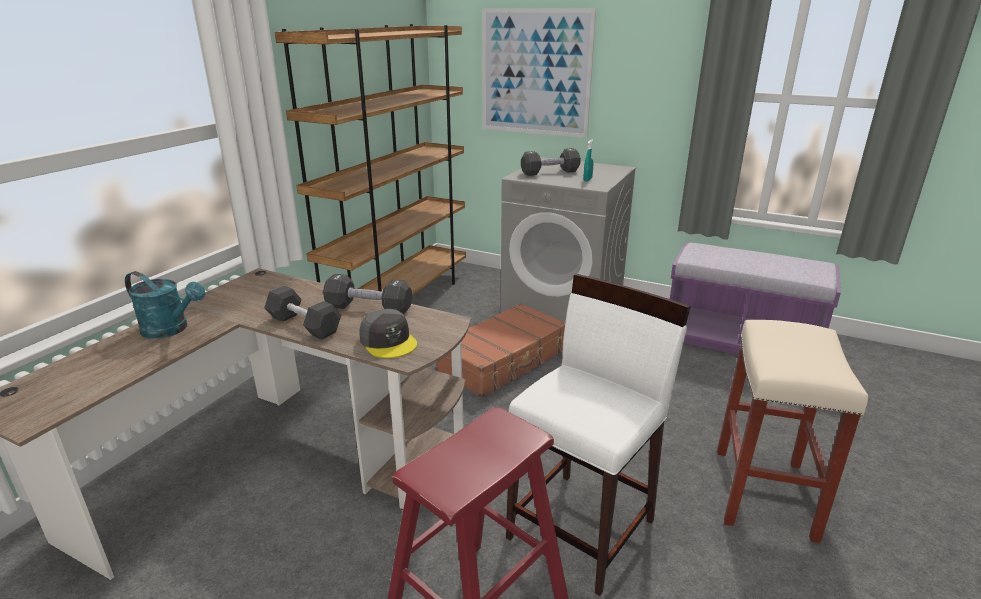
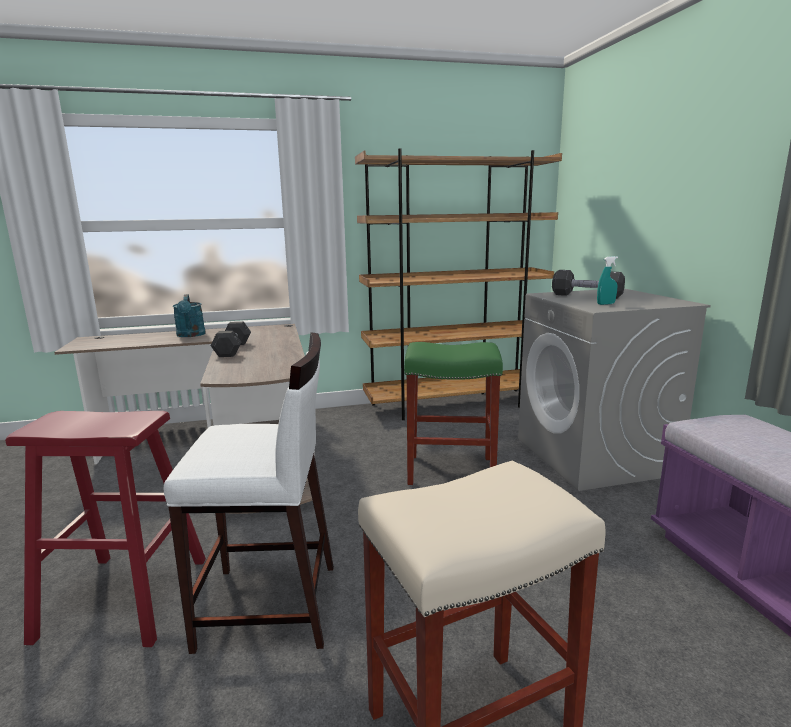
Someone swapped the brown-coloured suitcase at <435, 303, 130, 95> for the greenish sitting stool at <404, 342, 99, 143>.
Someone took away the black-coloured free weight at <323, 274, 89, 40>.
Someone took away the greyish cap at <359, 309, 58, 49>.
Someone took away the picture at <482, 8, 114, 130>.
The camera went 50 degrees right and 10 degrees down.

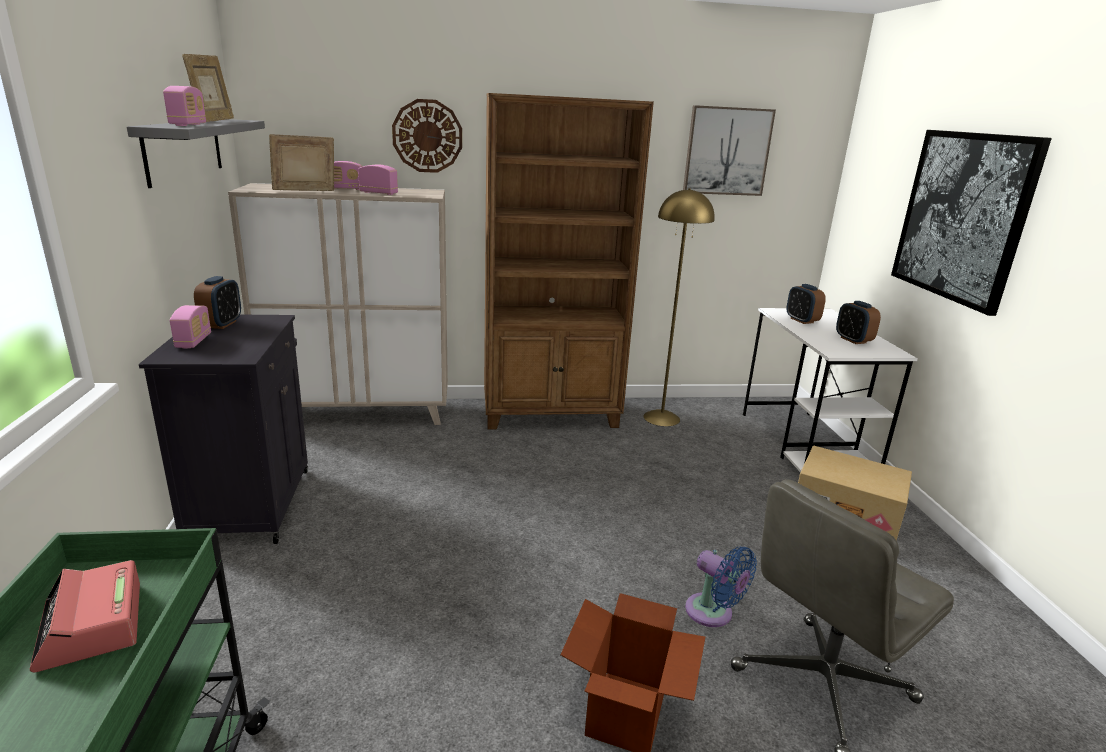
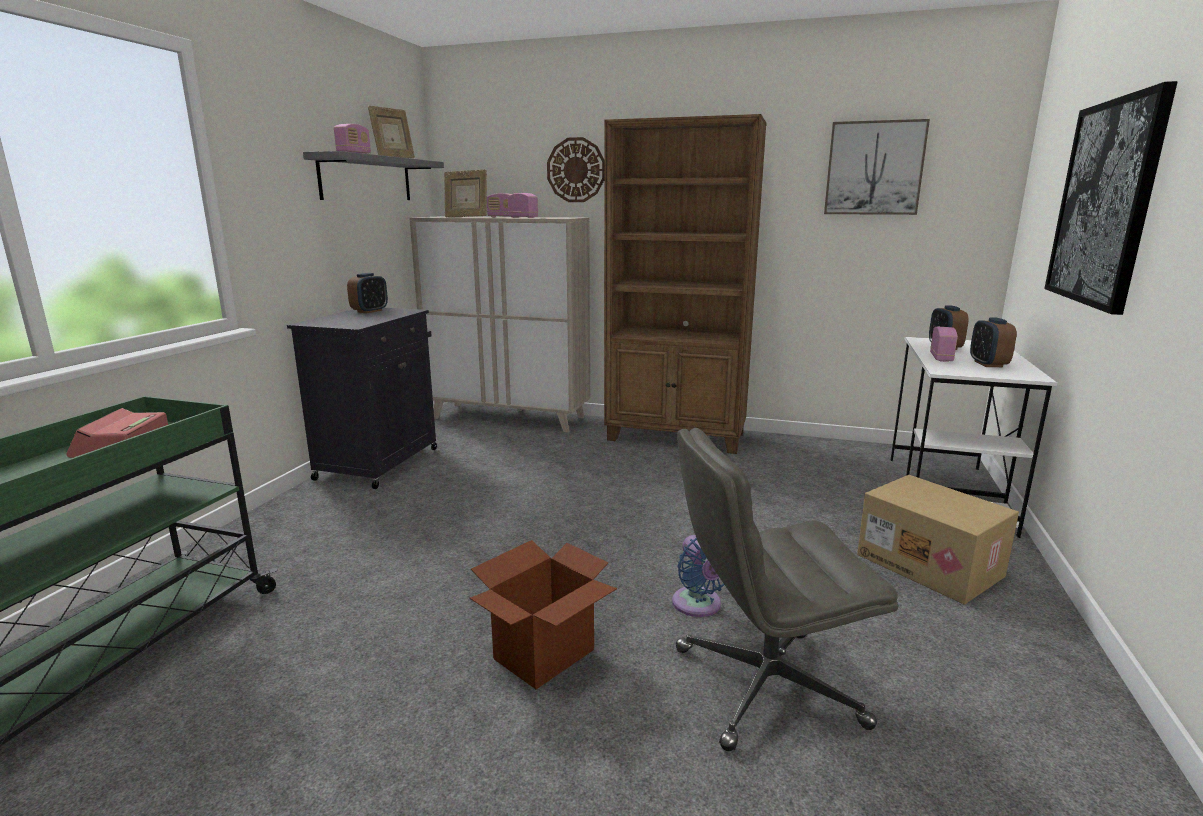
Someone rotated the standing frame at <269, 134, 65, 57> by 150 degrees counterclockwise.
Someone carried the radio receiver from <170, 305, 41, 43> to <930, 327, 28, 35>.
Someone took away the yellow-coloured standard lamp at <643, 188, 72, 238>.
The camera went 25 degrees right and 5 degrees down.

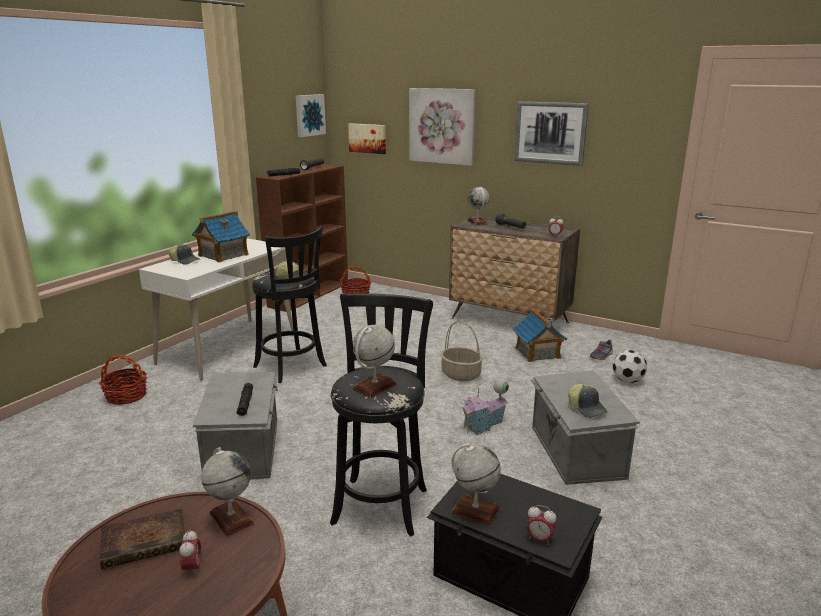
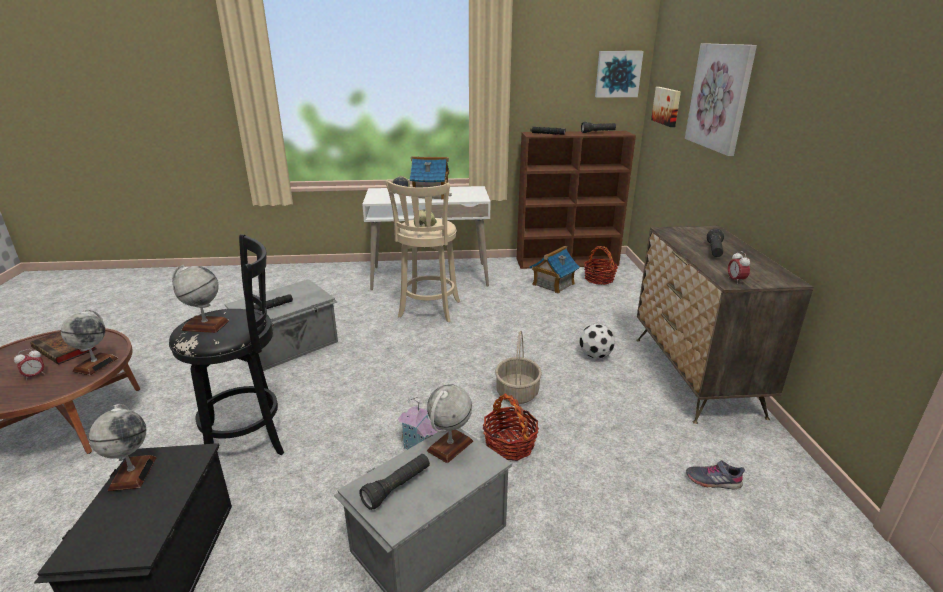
Someone swapped the cap at <568, 384, 40, 34> for the black-coloured torch at <359, 454, 71, 56>.
Someone repainted the black-coloured sitting stool at <252, 225, 75, 158>, which became the beige sitting stool at <386, 179, 74, 143>.
Someone carried the globe from <467, 187, 23, 38> to <427, 384, 46, 79>.
Someone carried the basket from <99, 355, 48, 50> to <483, 393, 56, 68>.
Someone carried the toy house from <513, 309, 54, 53> to <529, 246, 51, 48>.
Someone carried the ball for football from <612, 350, 35, 33> to <579, 324, 36, 35>.
Someone took away the picture at <514, 101, 75, 65>.
Someone took away the bedside clock at <527, 505, 29, 40>.
The camera went 55 degrees right and 5 degrees up.

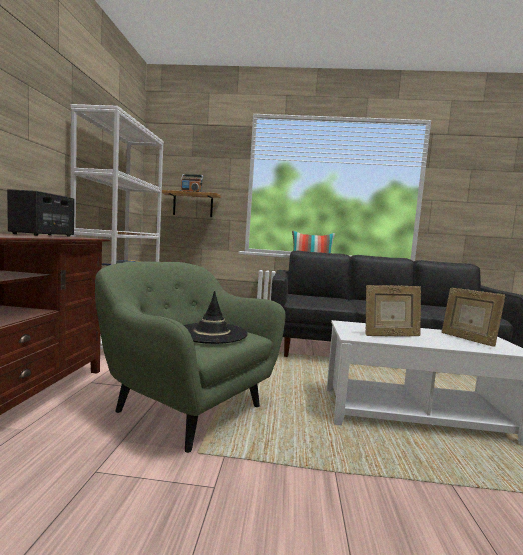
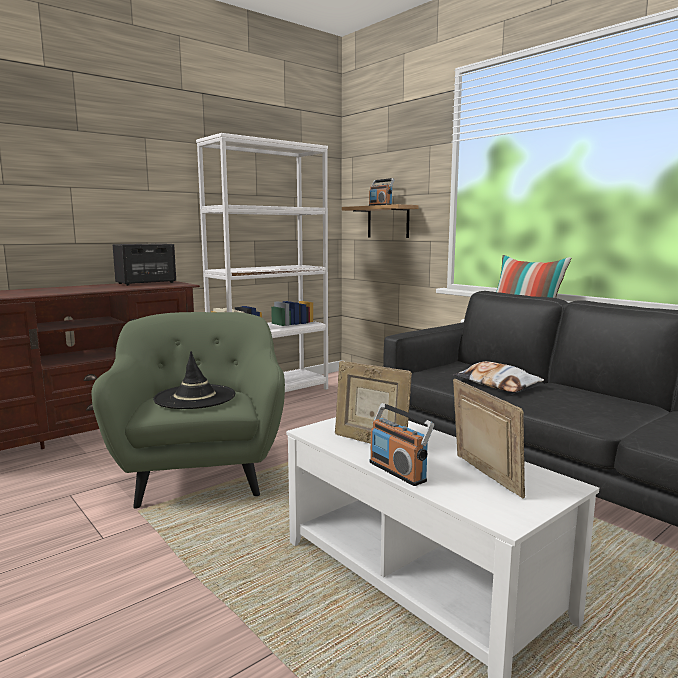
Someone put down the radio receiver at <370, 403, 64, 83>.
Someone put down the throw pillow at <453, 361, 91, 31>.
Someone rotated the standing frame at <442, 288, 64, 59> by 135 degrees clockwise.
The camera went 45 degrees right and 5 degrees up.

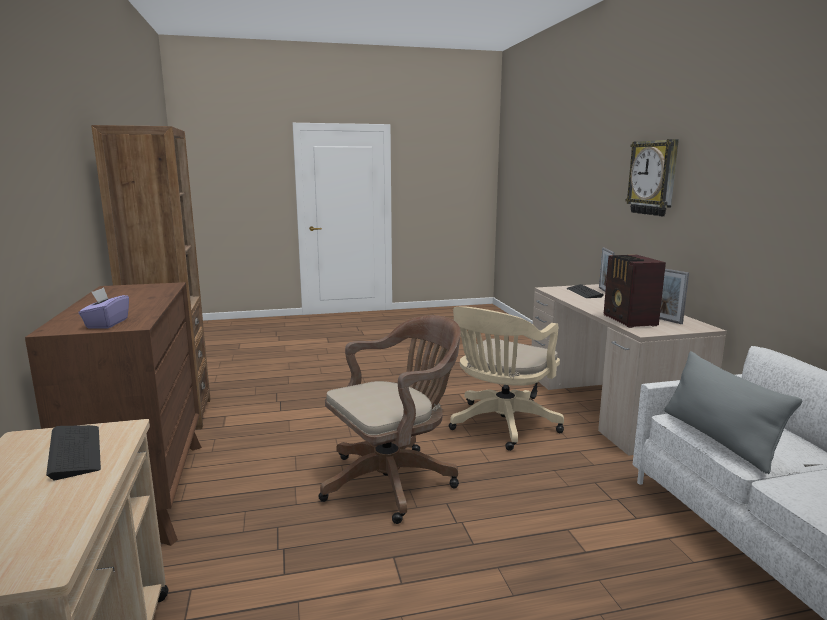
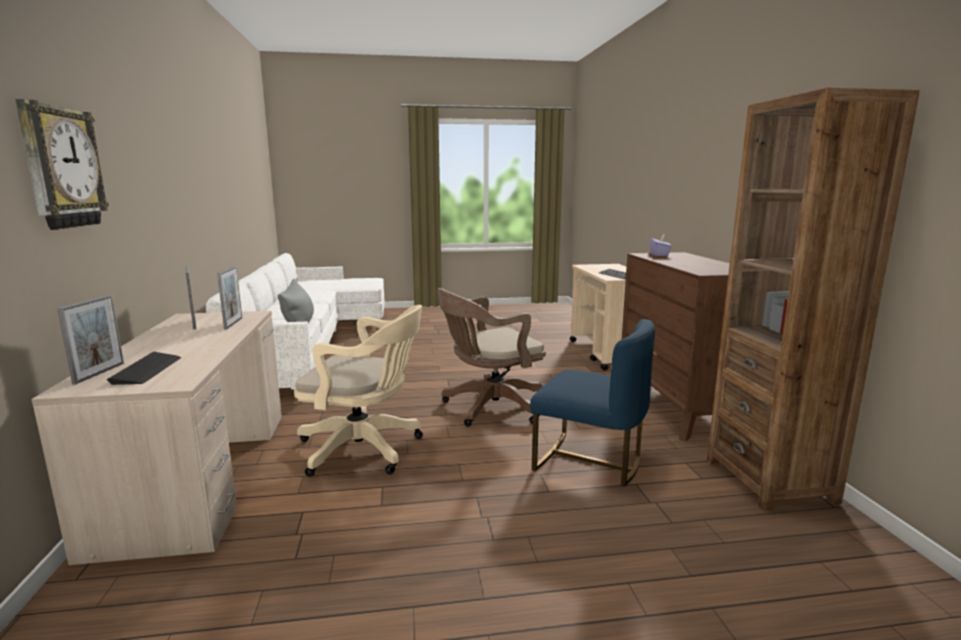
Someone swapped the radio receiver at <604, 255, 62, 73> for the standing frame at <217, 266, 25, 64>.
Someone rotated the beige desk chair at <449, 306, 115, 145> by 60 degrees clockwise.
Someone put down the blue-coloured upright chair at <530, 319, 125, 168>.
The camera went 175 degrees left and 0 degrees up.

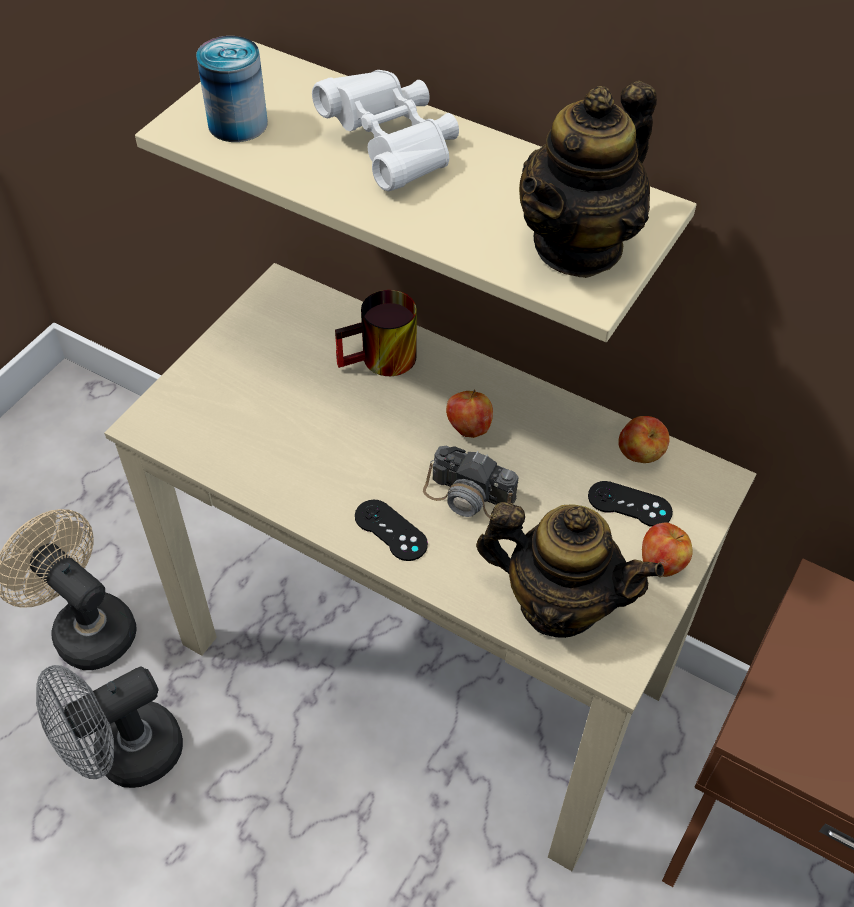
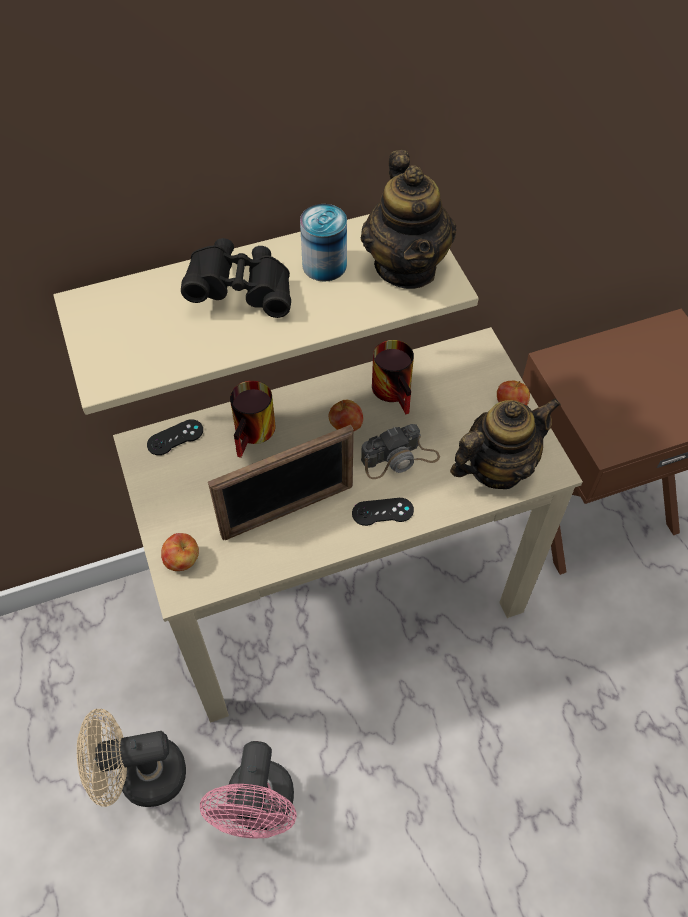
Someone carried the black-coloured joypad from <588, 481, 85, 46> to <147, 419, 56, 36>.
Someone carried the apple fruit from <618, 416, 52, 47> to <161, 533, 38, 38>.
Someone repainted the whitish binoculars at <312, 70, 147, 121>, which became the black-coloured binoculars at <181, 238, 110, 80>.
Someone repainted the greyish fan at <36, 665, 147, 123>, which became the pinkish fan at <200, 741, 97, 97>.
Someone put down the standing frame at <208, 425, 146, 115>.
Someone carried the metal can from <196, 36, 72, 106> to <300, 204, 47, 78>.
Someone put down the tea mug at <372, 340, 42, 74>.
The camera went 50 degrees left and 5 degrees up.

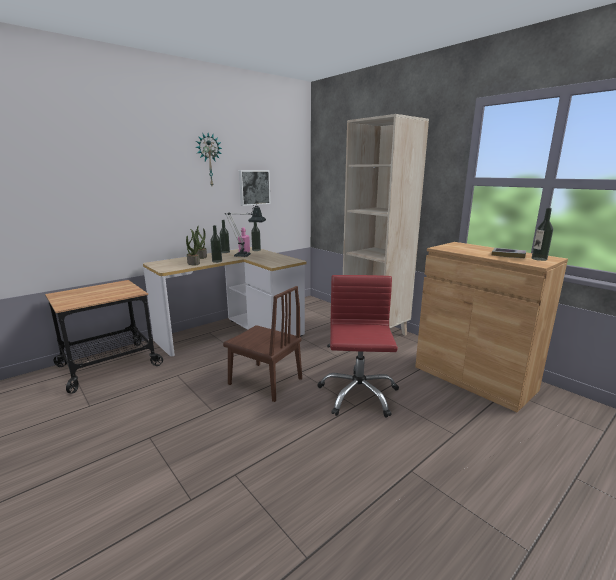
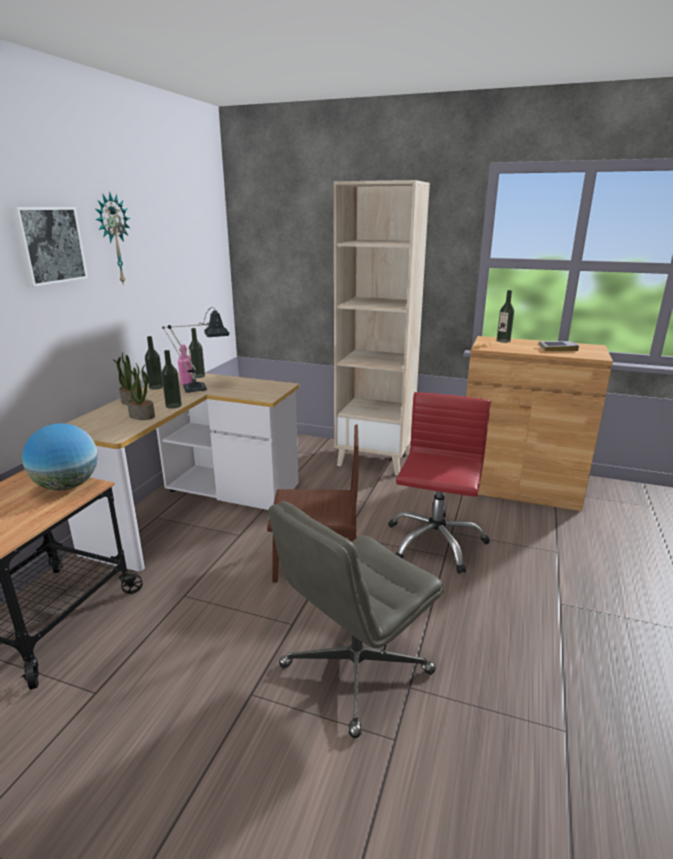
Someone carried the picture from <239, 170, 32, 36> to <10, 207, 78, 80>.
Someone put down the globe at <22, 423, 76, 68>.
Someone put down the greyish desk chair at <269, 501, 175, 237>.
Someone rotated the reddish desk chair at <317, 275, 82, 143> by 45 degrees clockwise.
Someone carried the beverage bottle from <532, 208, 21, 53> to <497, 290, 17, 53>.
The camera went 30 degrees left and 5 degrees up.

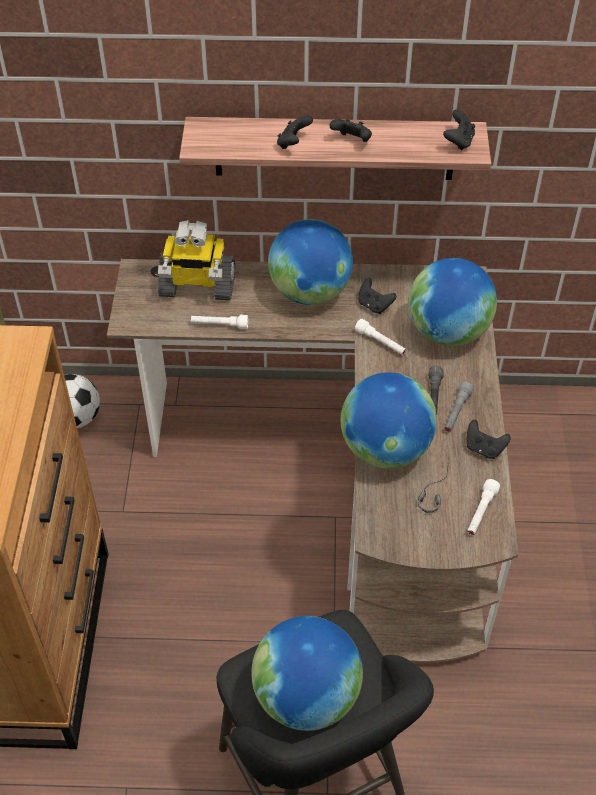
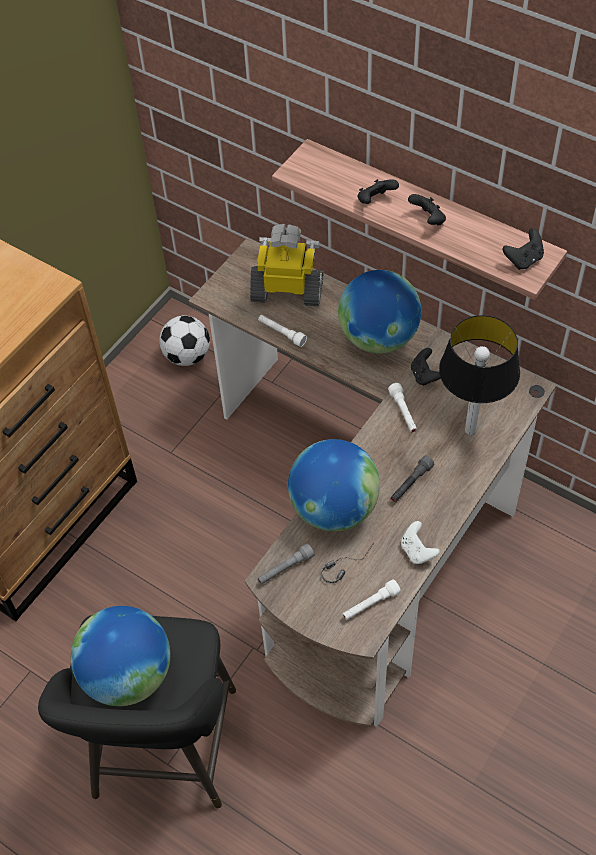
Someone rotated the robot figure at <158, 220, 77, 80> by 150 degrees clockwise.
Someone carried the greyish torch from <444, 382, 30, 50> to <258, 543, 57, 41>.
Someone repainted the black-coloured joypad at <466, 420, 45, 39>, which became the whitish joypad at <401, 521, 39, 43>.
Someone swapped the globe at <409, 258, 88, 88> for the tabletop lamp at <439, 315, 81, 120>.
The camera went 35 degrees right and 5 degrees up.

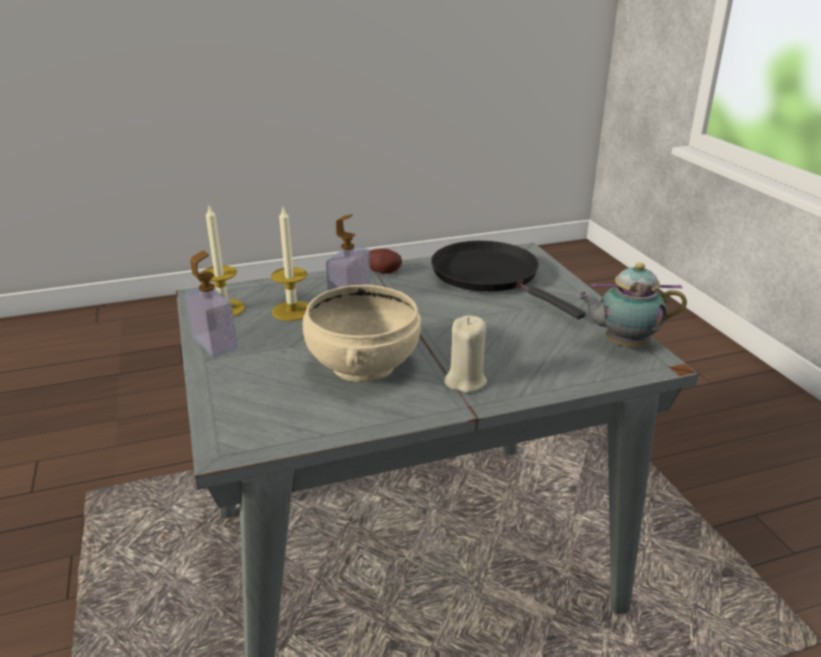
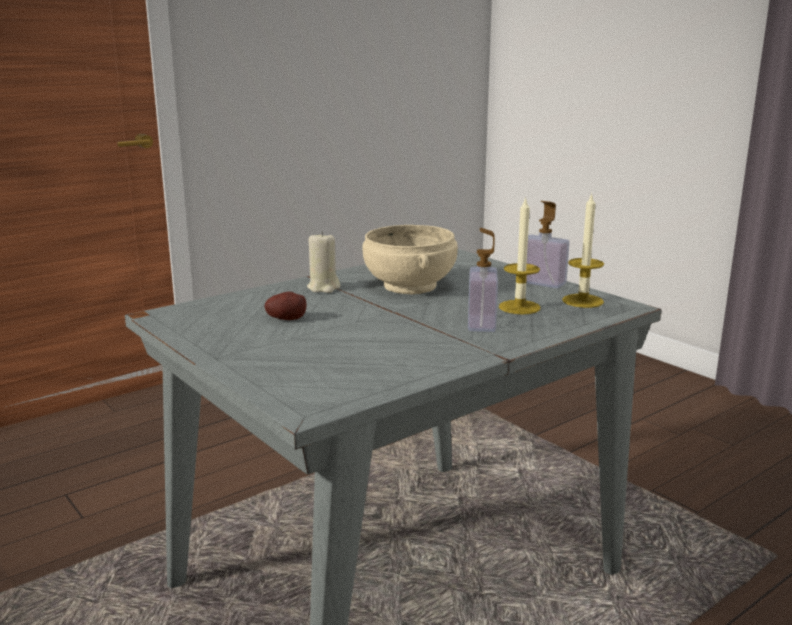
Someone carried the potato from <370, 249, 32, 25> to <264, 292, 43, 28>.
Someone took away the black-coloured skillet at <431, 241, 155, 78>.
Someone took away the teapot at <577, 262, 110, 85>.
The camera went 160 degrees right and 10 degrees down.

